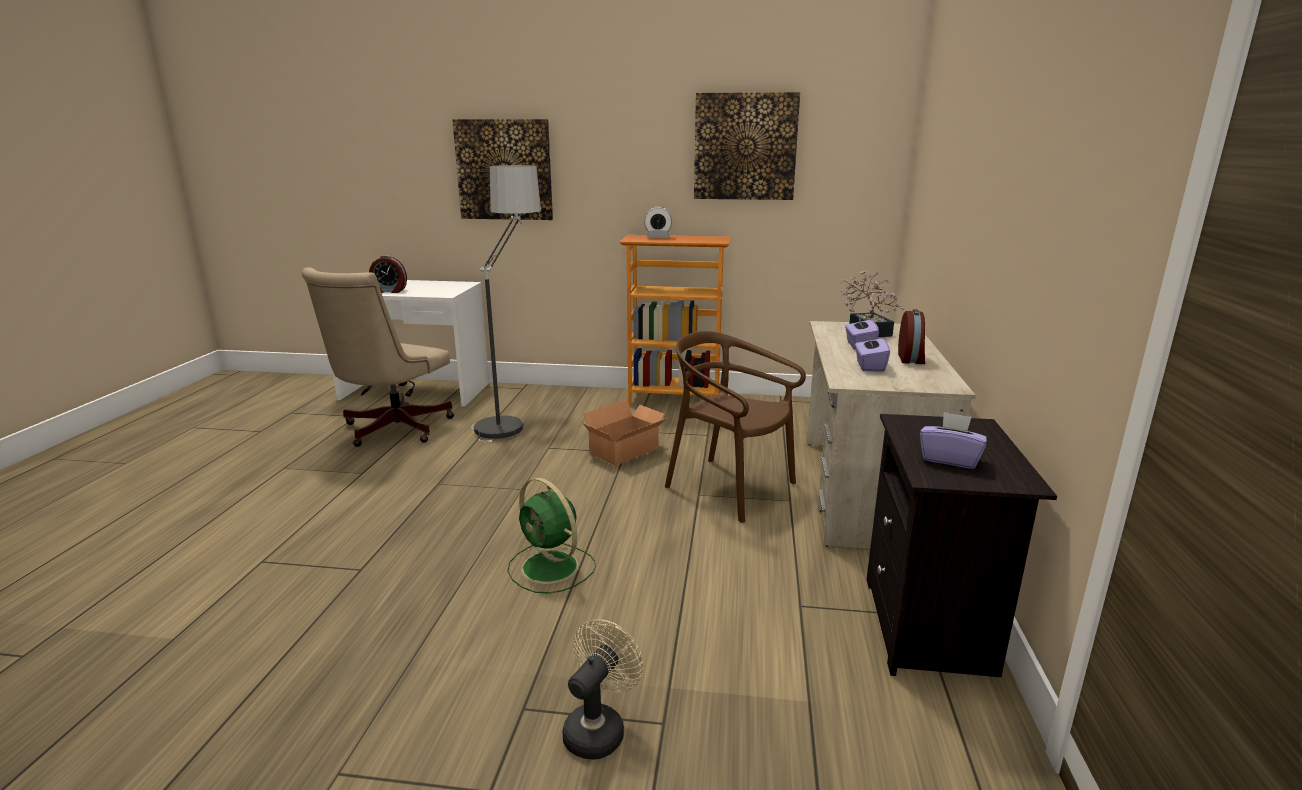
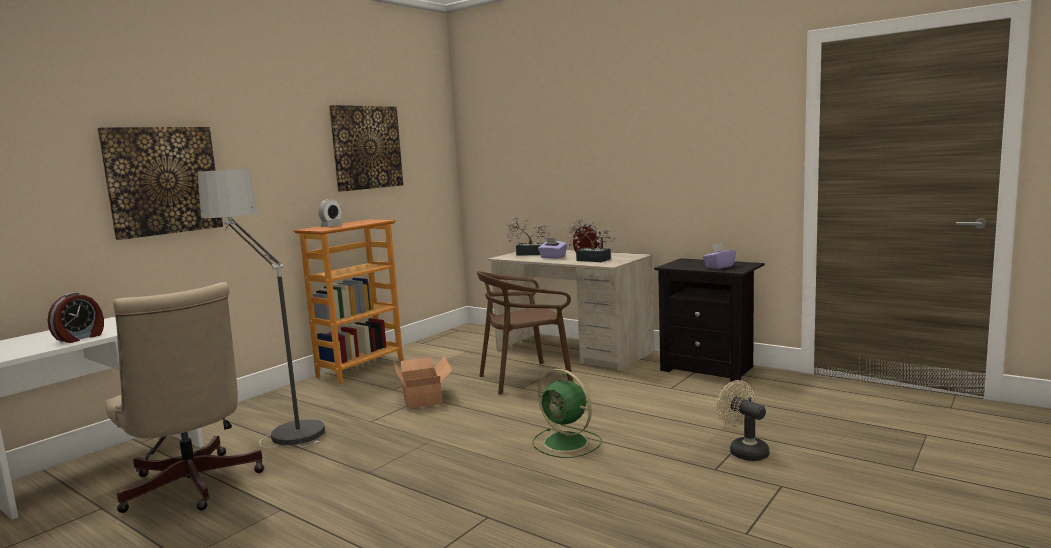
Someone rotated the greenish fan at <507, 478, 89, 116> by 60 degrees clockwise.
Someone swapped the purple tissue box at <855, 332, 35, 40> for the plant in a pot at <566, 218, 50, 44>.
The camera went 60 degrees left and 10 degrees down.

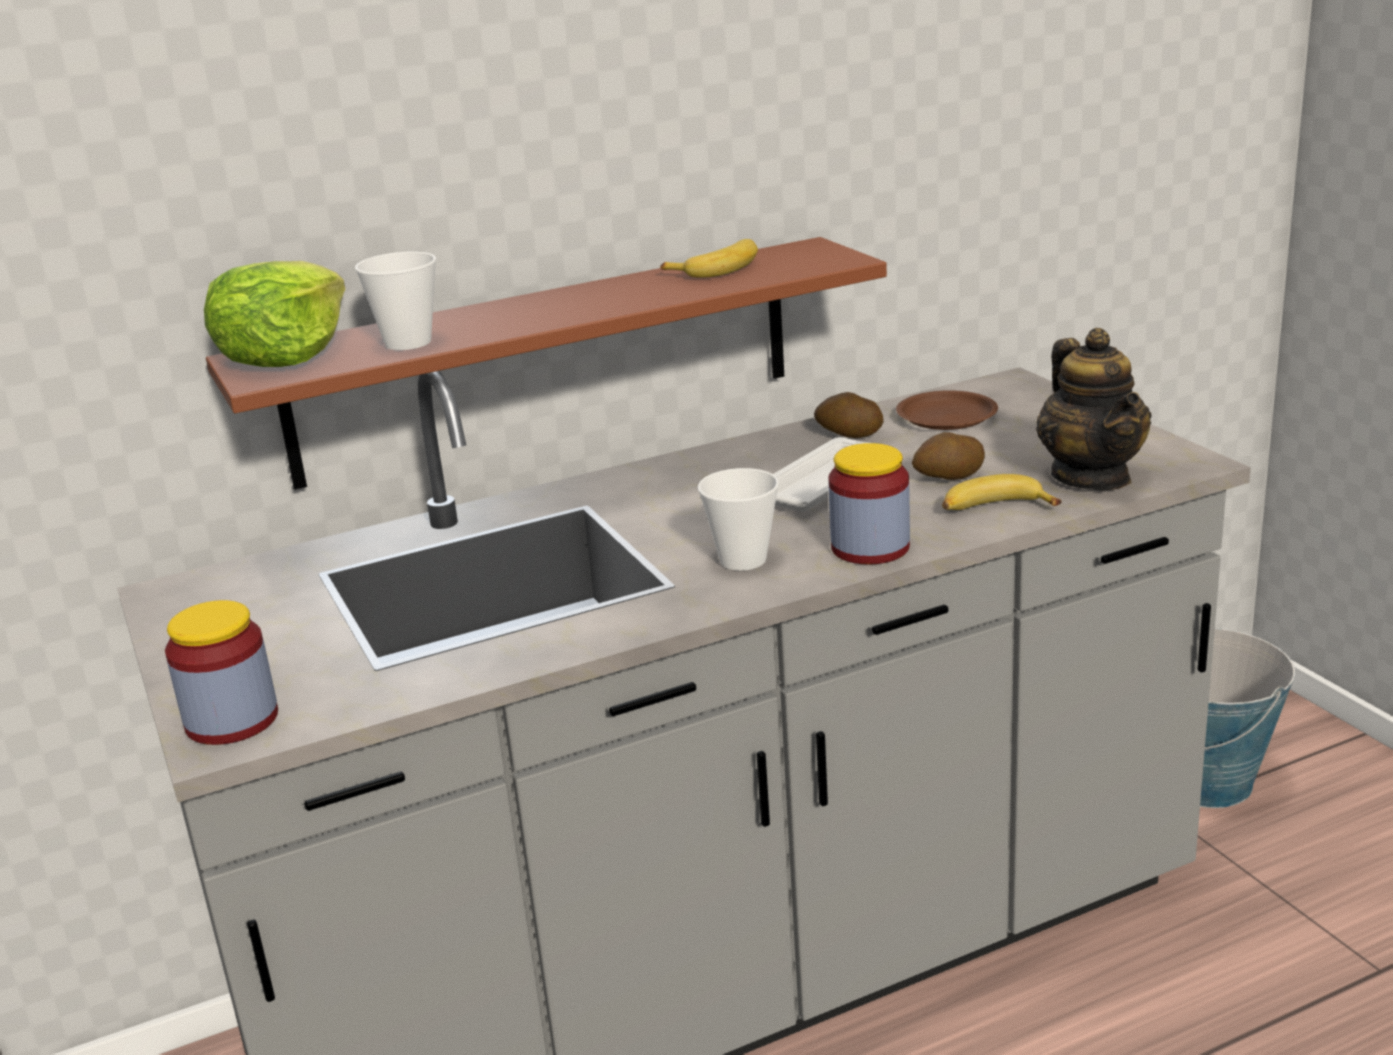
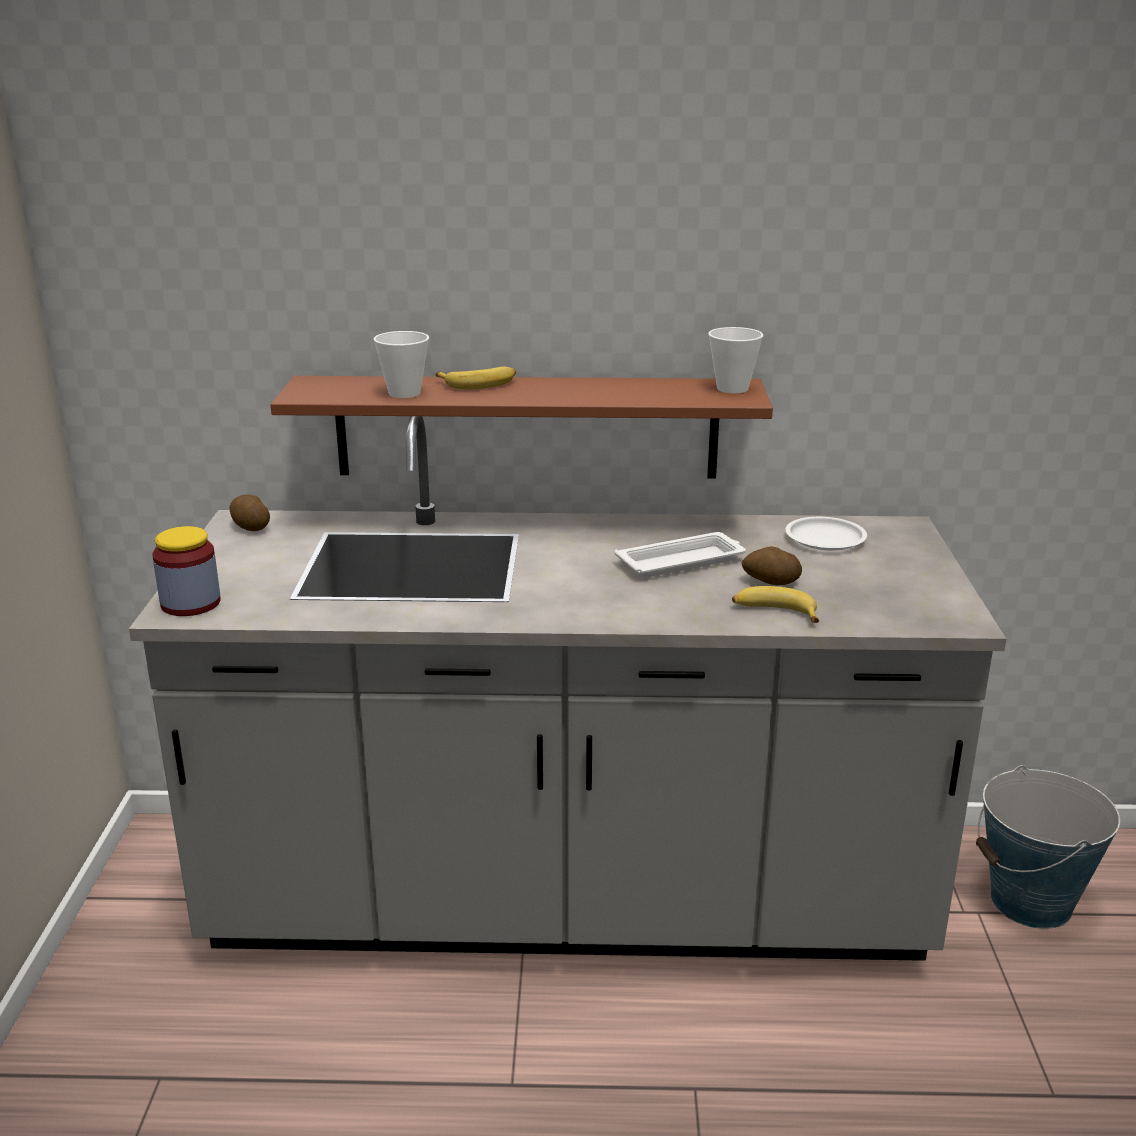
Someone carried the potato from <814, 392, 70, 46> to <229, 494, 41, 37>.
Someone carried the whole banana from <660, 239, 98, 39> to <436, 367, 80, 22>.
Someone carried the cup from <698, 468, 81, 103> to <708, 327, 55, 66>.
Someone repainted the brown-coloured plate at <896, 390, 102, 40>, which became the whitish plate at <785, 517, 82, 33>.
Someone took away the lettuce at <204, 261, 141, 106>.
Someone took away the storage jar at <828, 443, 82, 121>.
Someone took away the teapot at <1036, 328, 116, 162>.
The camera went 25 degrees right and 0 degrees up.

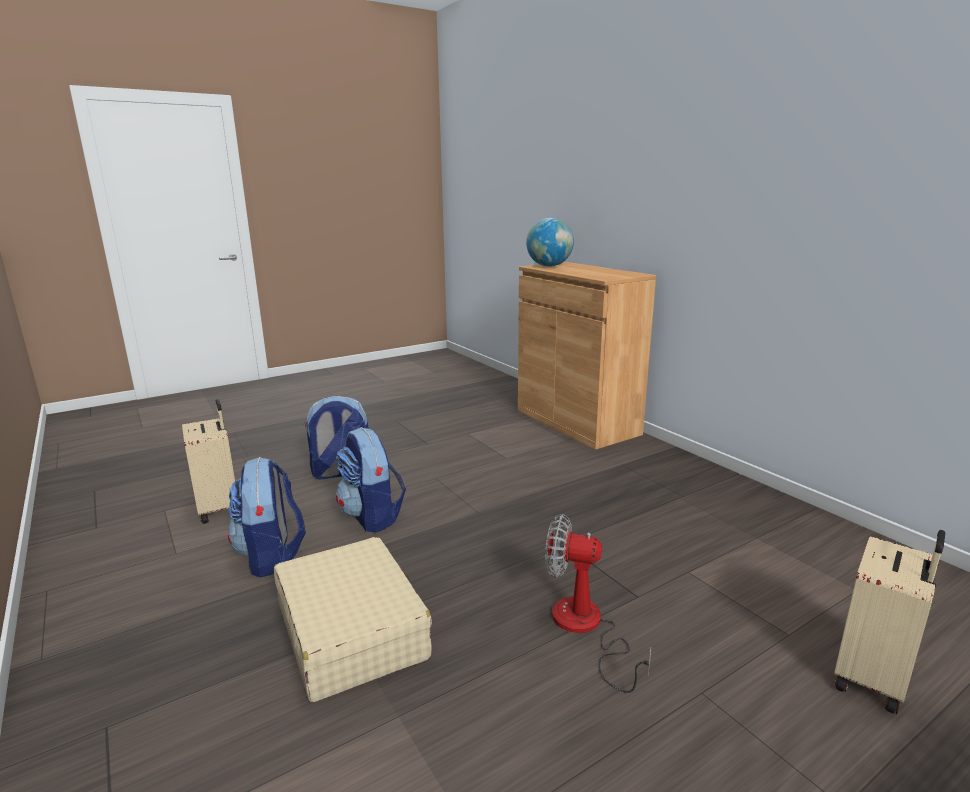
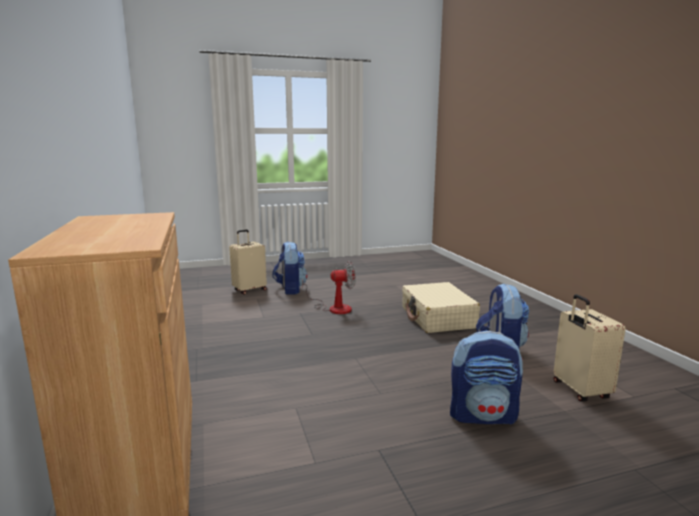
Someone carried the backpack from <336, 427, 70, 106> to <272, 242, 35, 53>.
Someone rotated the fan at <545, 514, 106, 179> by 45 degrees counterclockwise.
Someone took away the globe at <526, 218, 48, 49>.
The camera went 165 degrees left and 5 degrees down.

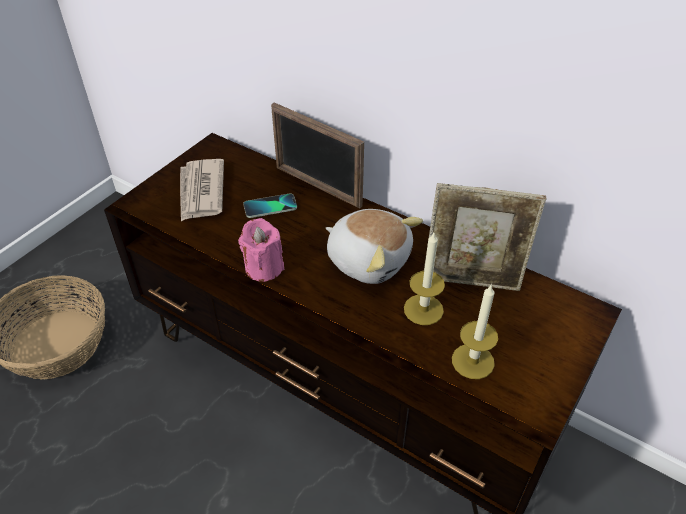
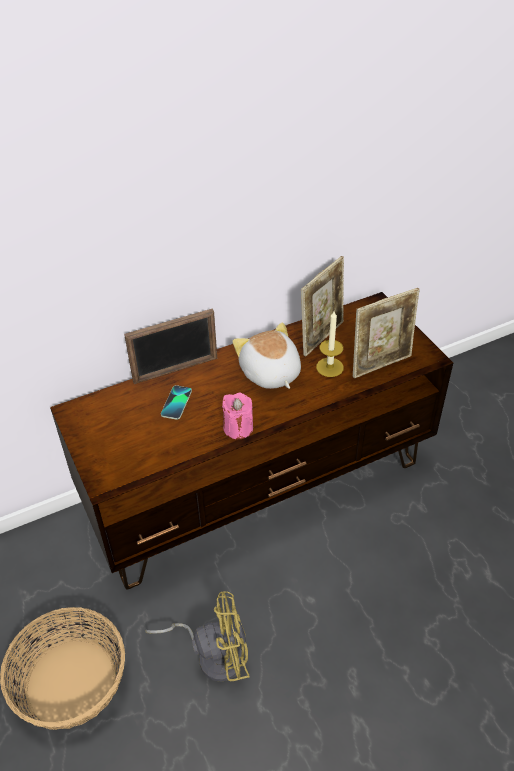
Someone put down the yellow-coloured fan at <145, 591, 104, 91>.
Someone rotated the plush toy at <326, 209, 97, 75> by 90 degrees counterclockwise.
Someone swapped the wax light at <452, 284, 46, 95> for the standing frame at <353, 288, 67, 90>.
Someone took away the newspaper at <180, 159, 44, 62>.
The camera went 60 degrees left and 0 degrees up.

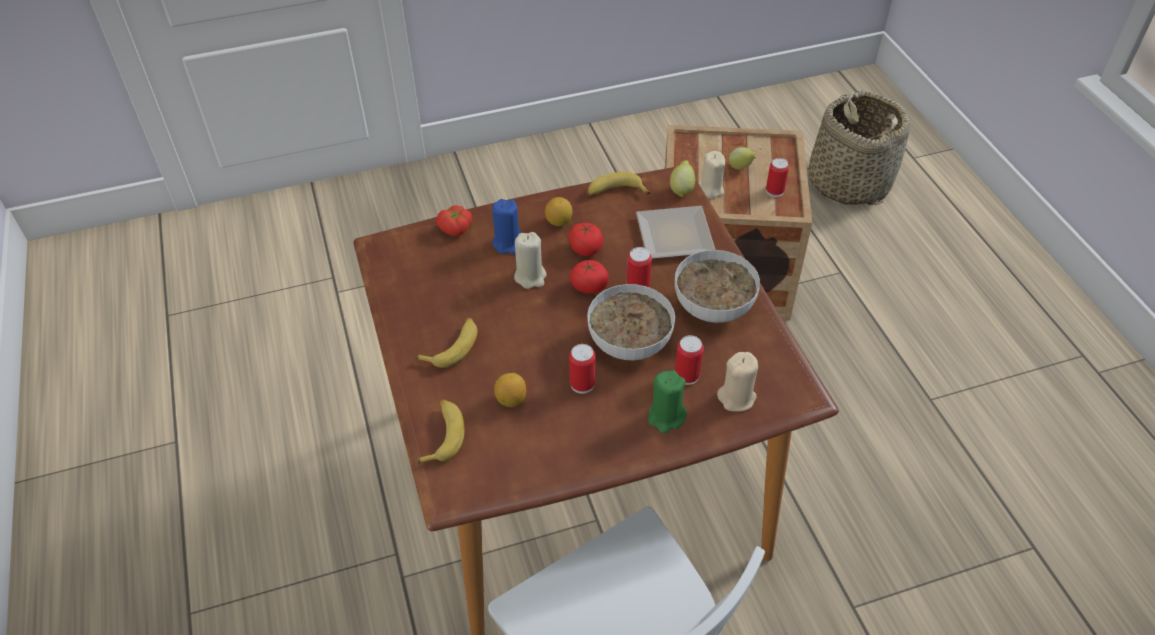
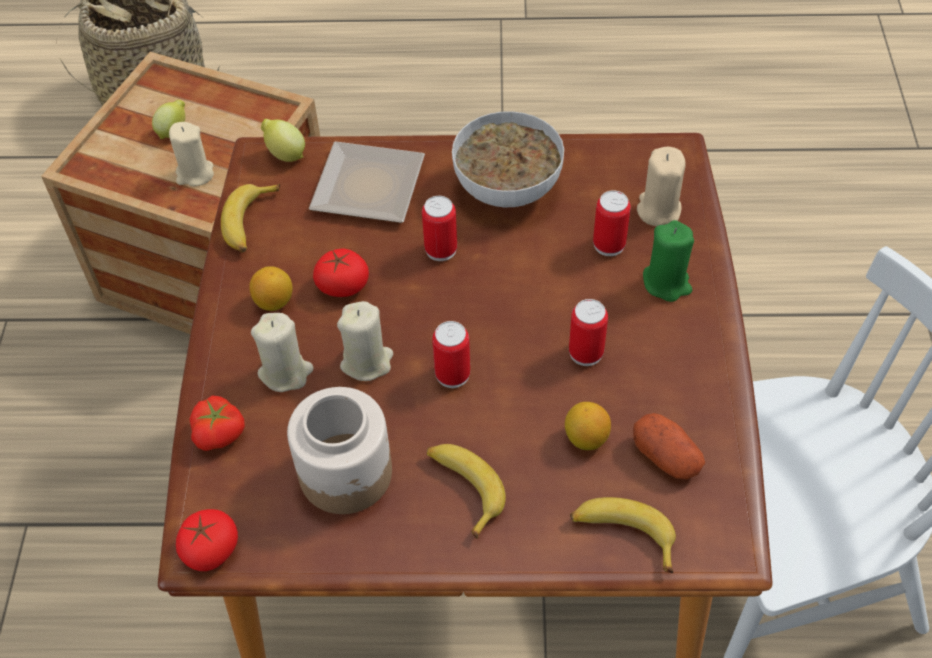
Someone carried the whole tomato from <570, 260, 39, 34> to <176, 509, 62, 62>.
Someone repainted the blue-coloured wax light at <492, 199, 29, 55>, which became the beige wax light at <251, 313, 63, 79>.
Someone put down the storage jar at <287, 387, 105, 127>.
Someone carried the metal can from <766, 158, 23, 39> to <432, 321, 38, 67>.
Someone put down the potato at <633, 413, 72, 67>.
Someone took away the serving bowl at <587, 284, 88, 76>.
The camera went 70 degrees left and 5 degrees up.

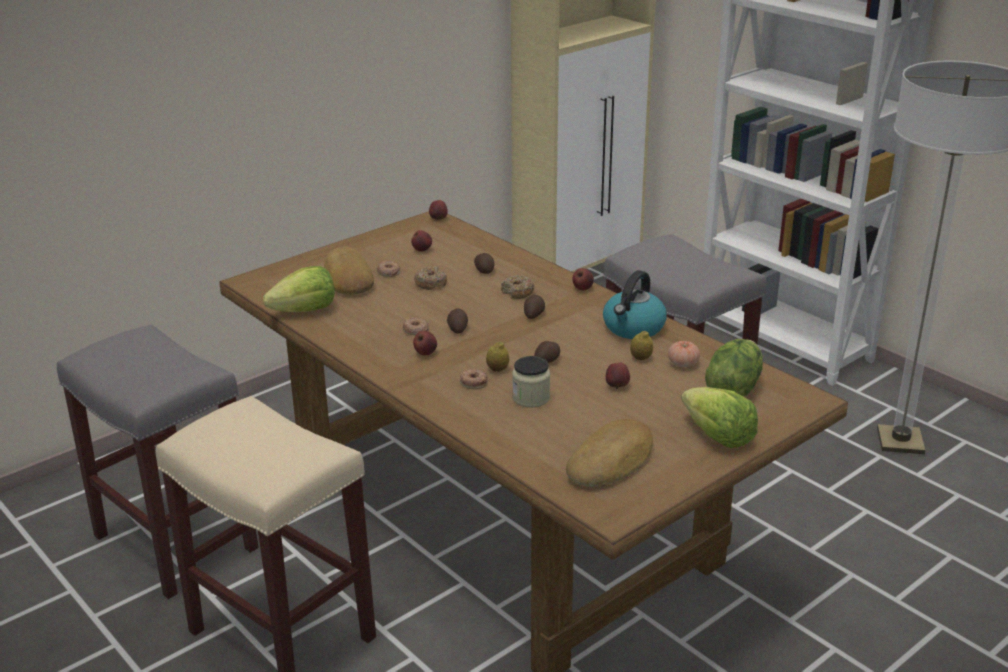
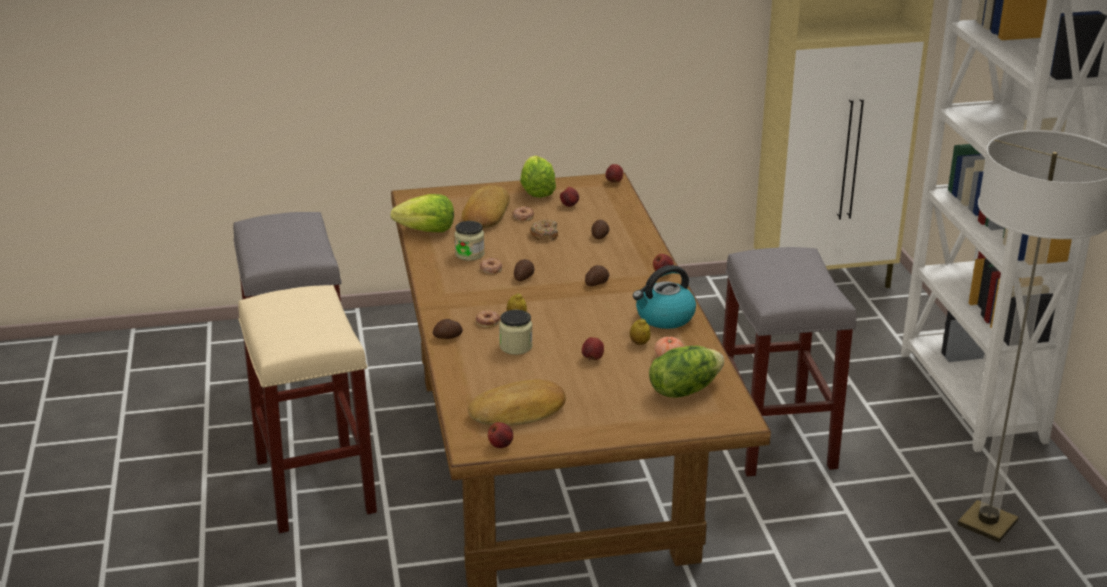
Someone carried the potato from <534, 341, 26, 22> to <432, 319, 31, 20>.
Someone put down the storage jar at <454, 221, 31, 40>.
Someone carried the apple fruit from <413, 331, 24, 25> to <488, 422, 25, 26>.
Someone carried the lettuce from <681, 387, 77, 61> to <520, 155, 36, 43>.
Someone took away the donut at <501, 275, 34, 24>.
The camera went 30 degrees right and 0 degrees up.

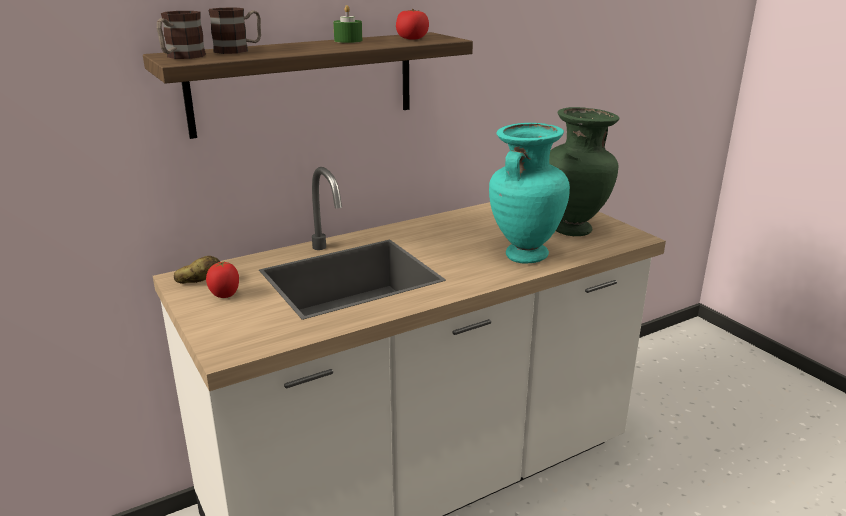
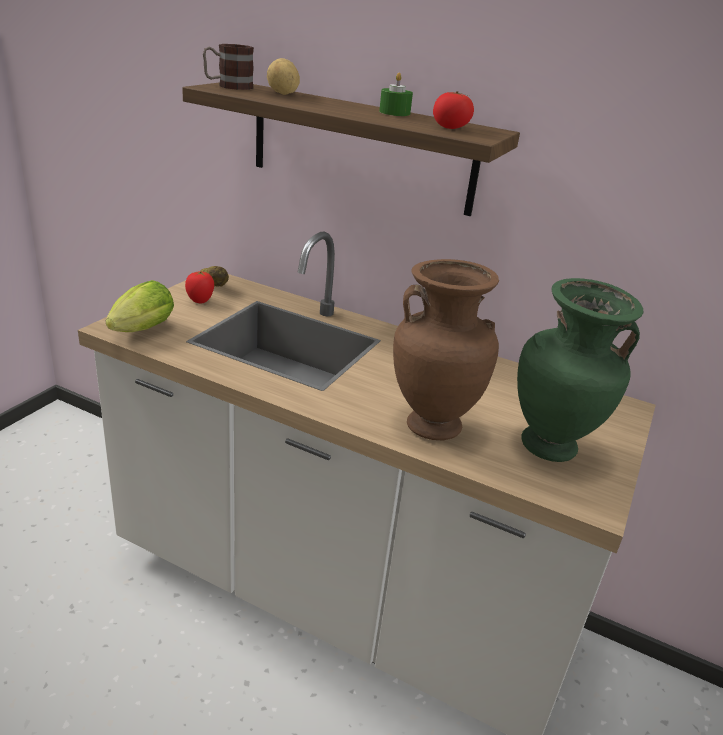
Someone put down the lettuce at <106, 280, 68, 52>.
Someone swapped the tea mug at <209, 7, 52, 47> for the potato at <267, 58, 33, 37>.
Someone repainted the turquoise decorative vase at <489, 123, 81, 141>, which became the brown-coloured decorative vase at <393, 259, 106, 181>.
The camera went 55 degrees right and 5 degrees up.

